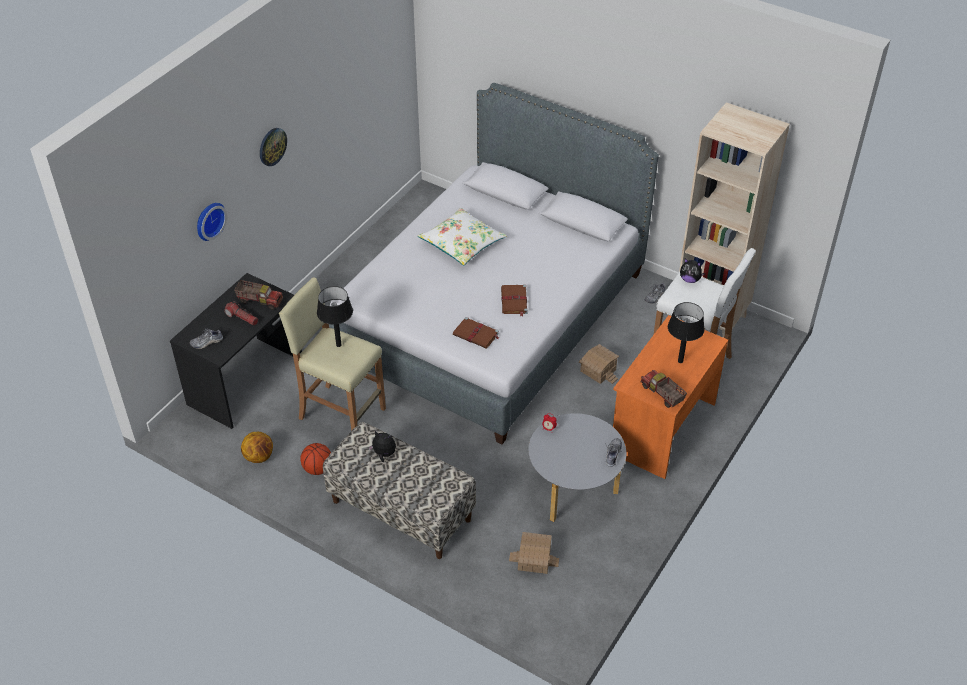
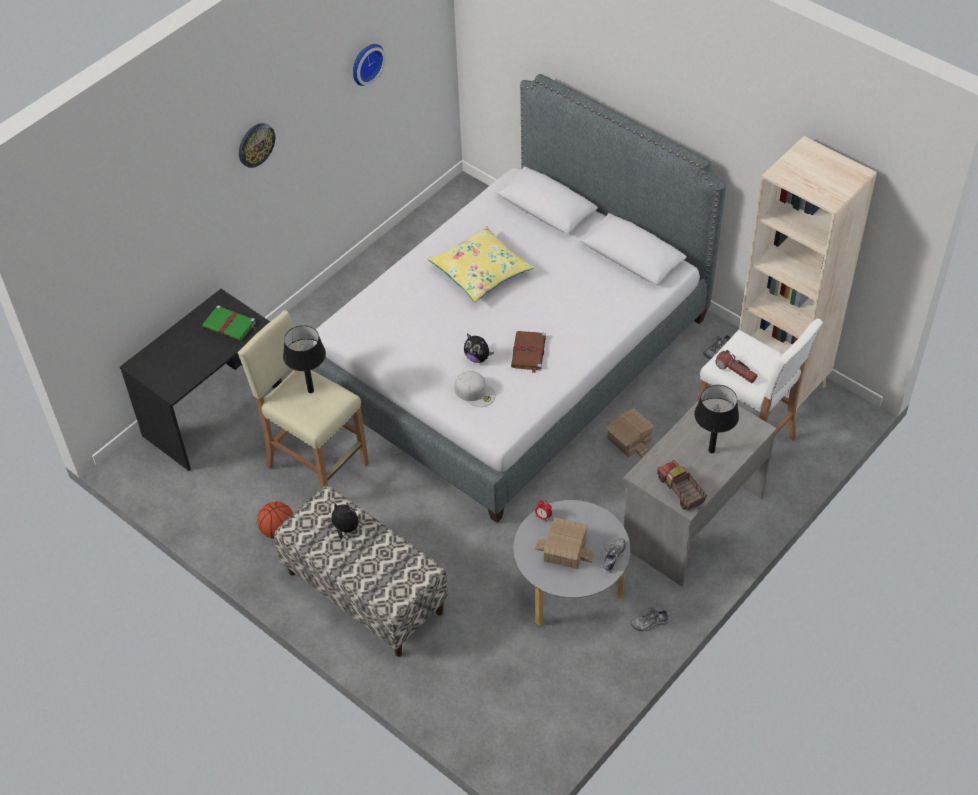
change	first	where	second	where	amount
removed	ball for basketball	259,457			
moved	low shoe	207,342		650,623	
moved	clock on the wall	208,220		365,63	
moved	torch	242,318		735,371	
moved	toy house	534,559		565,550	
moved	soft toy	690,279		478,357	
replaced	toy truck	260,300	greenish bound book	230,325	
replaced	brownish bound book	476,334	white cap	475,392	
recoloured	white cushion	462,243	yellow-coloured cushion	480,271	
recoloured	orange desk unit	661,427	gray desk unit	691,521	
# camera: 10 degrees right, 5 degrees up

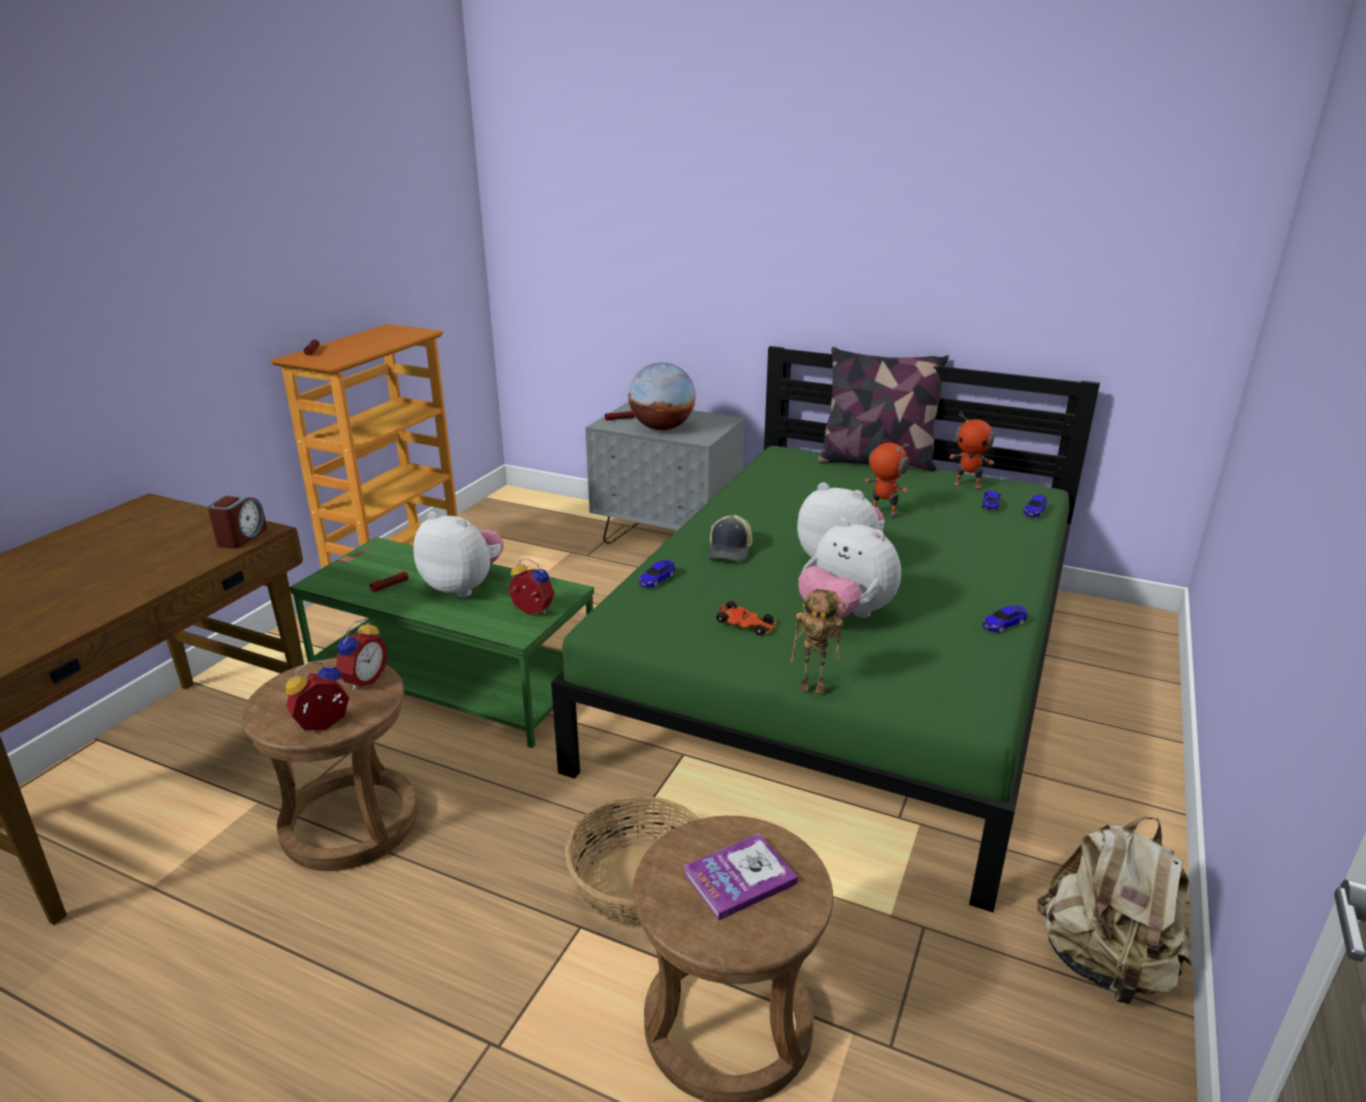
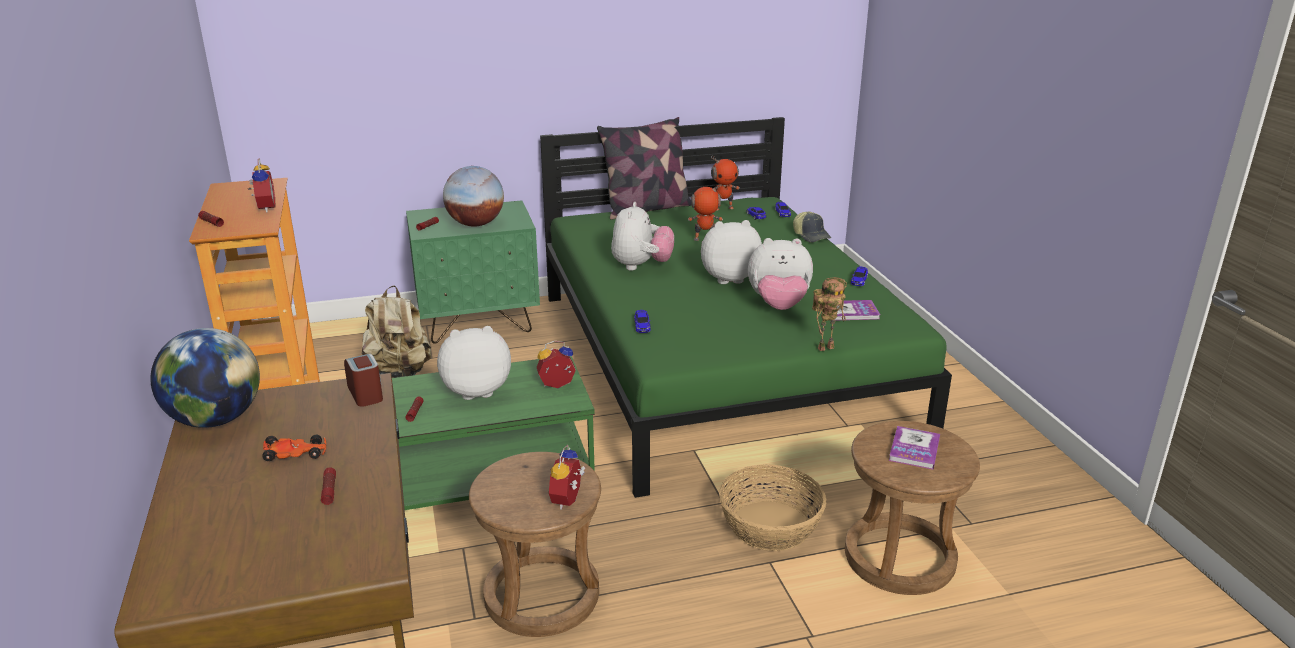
change	first	where	second	where	amount
added			globe	216,419	
added			torch	329,490	
added			soft toy	641,266	
added			bound book	852,312	
moved	alarm clock	362,680		264,208	
moved	cap	730,551		811,236	
moved	miniature car	746,625		296,454	
moved	beige backpack	1104,963		399,373	
recoloured	gray night table	667,539	greenish night table	479,324	
# camera: 40 degrees left, 0 degrees up

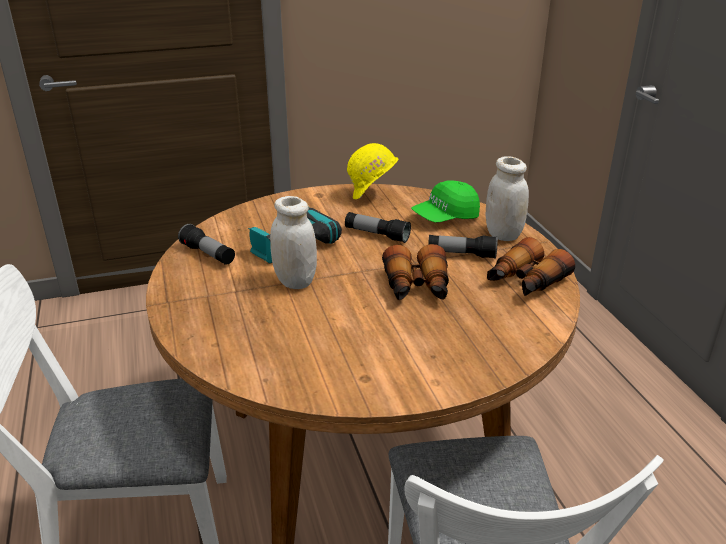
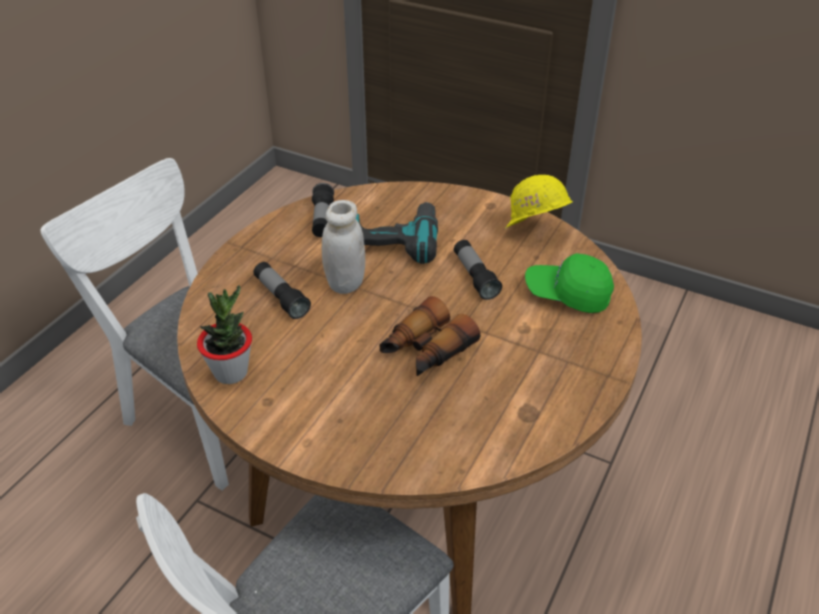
change	first	where	second	where	amount
removed	white jar	503,234			
removed	pair of binoculars	525,281			
added			houseplant	231,372	
moved	torch	461,254		281,297	
# camera: 45 degrees right, 10 degrees up

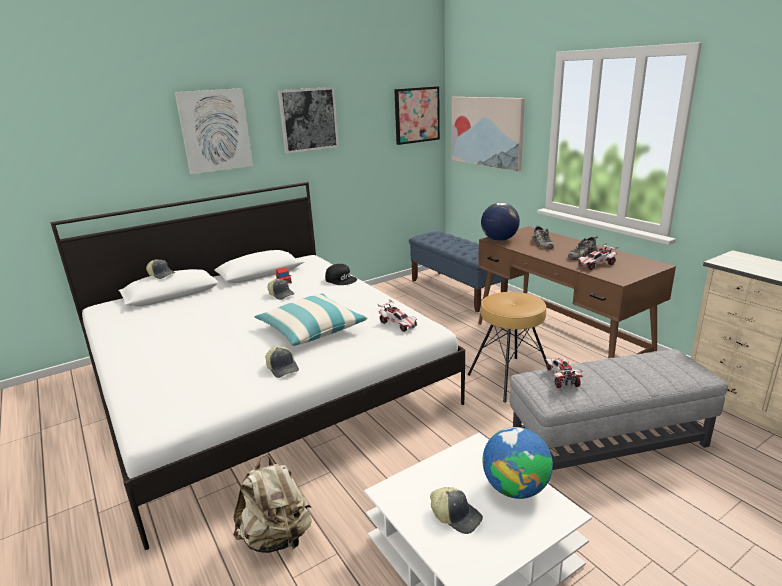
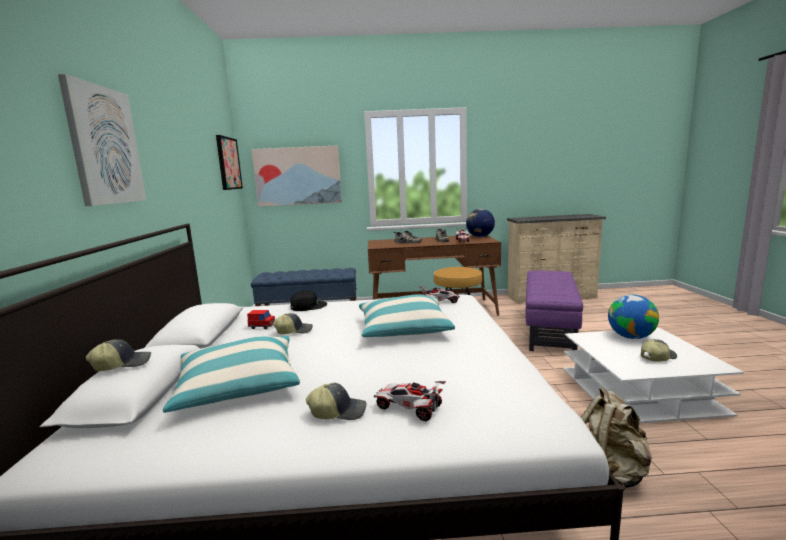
change	first	where	second	where	amount
removed	wall art	308,119			
added			cushion	238,385	
moved	cap	283,368		338,411	
moved	globe	499,239		480,236	
moved	miniature car	561,378		409,408	
recoloured	gray pouffe	608,442	purplish pouffe	550,329	
# camera: 60 degrees left, 10 degrees down

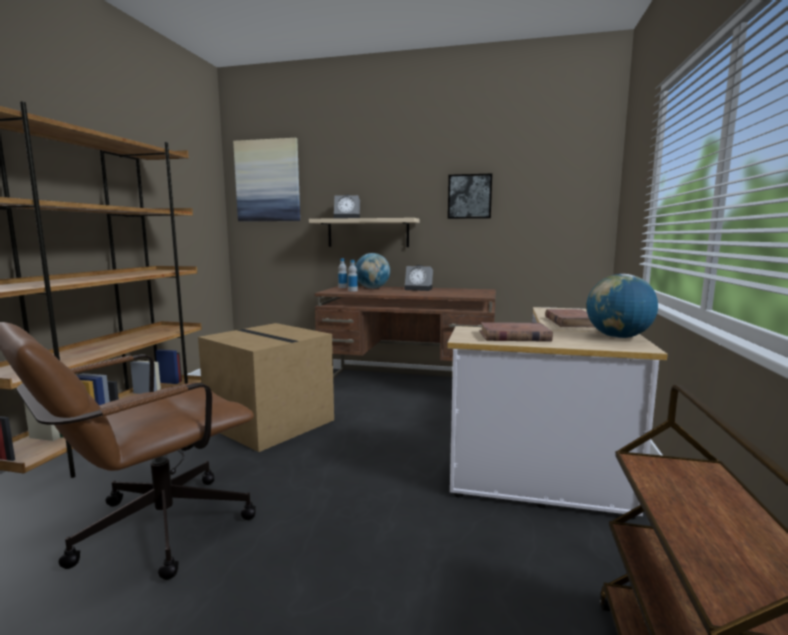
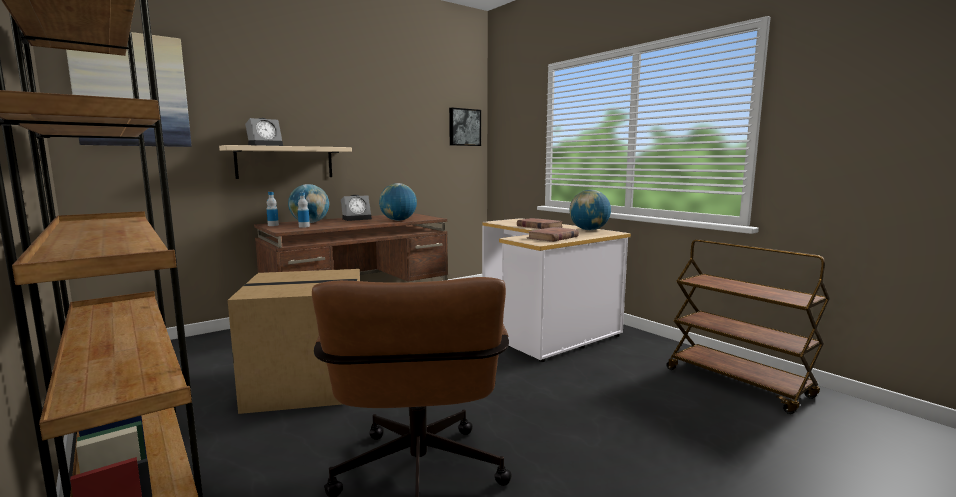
change	first	where	second	where	amount
added			globe	398,220	
moved	wall art	469,196		464,127	
# camera: 50 degrees left, 0 degrees up

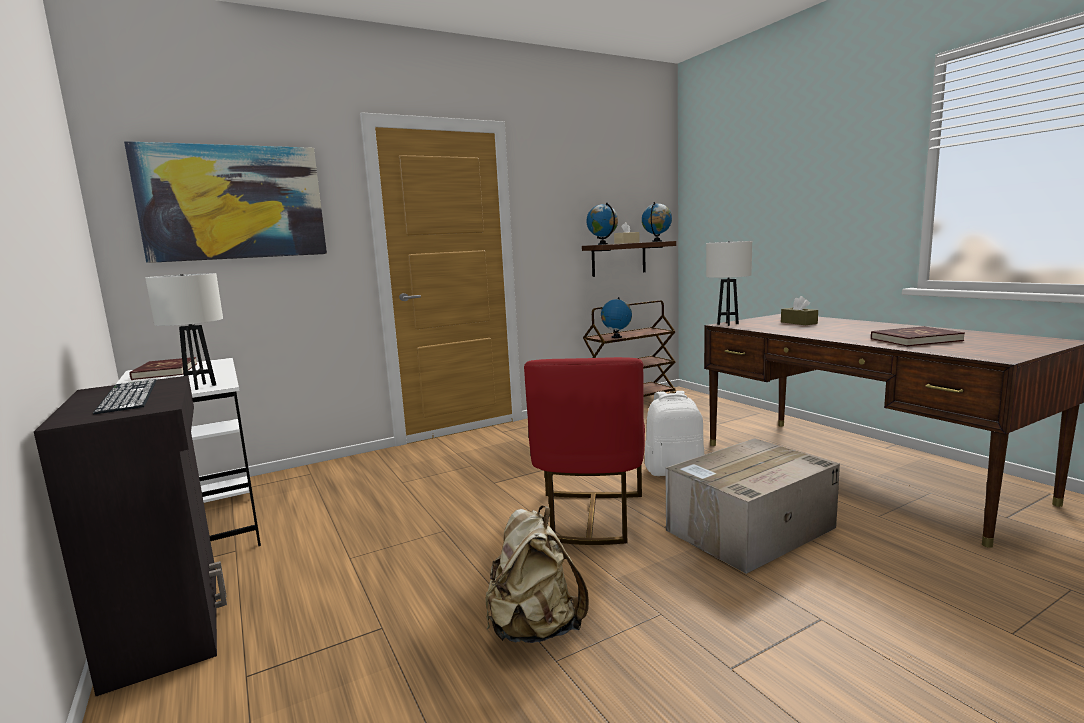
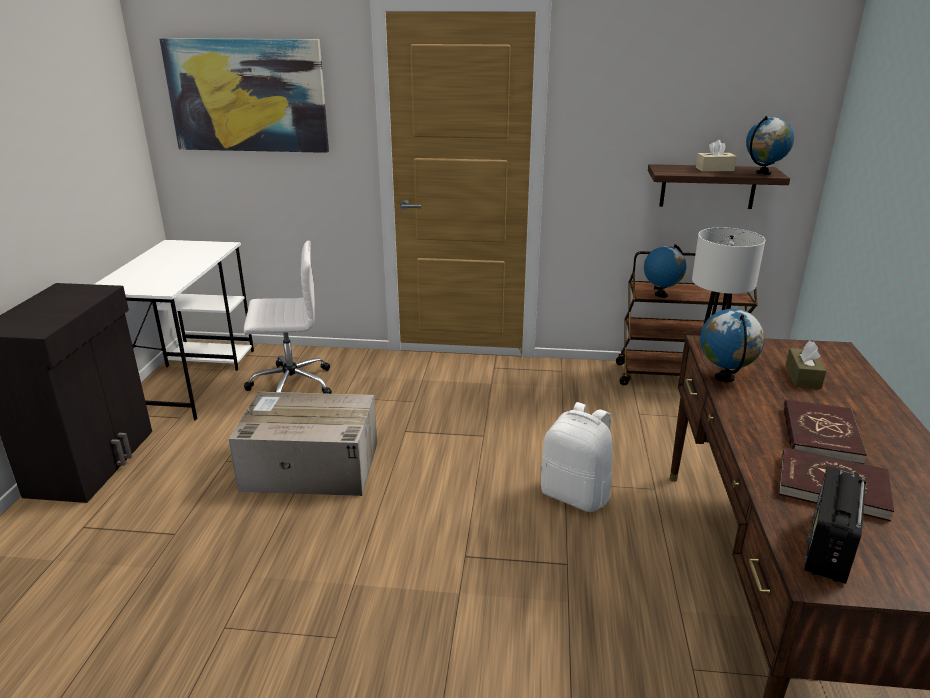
change	first	where	second	where	amount
removed	PC keyboard	128,395			
removed	white tabletop lamp	200,386			
removed	beige backpack	534,628			
removed	red-coloured upright chair	590,517			
added			white desk chair	290,385	
added			radio	828,548	
moved	red-coloured bound book	165,371		820,434	
moved	globe	603,244		724,378	
moved	cardboard box	749,530		309,466	
# camera: 35 degrees right, 15 degrees up

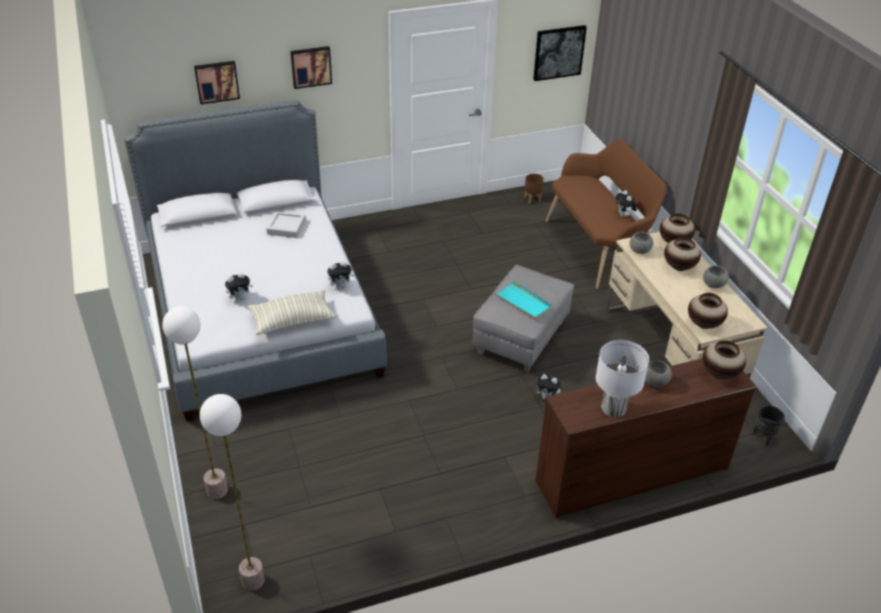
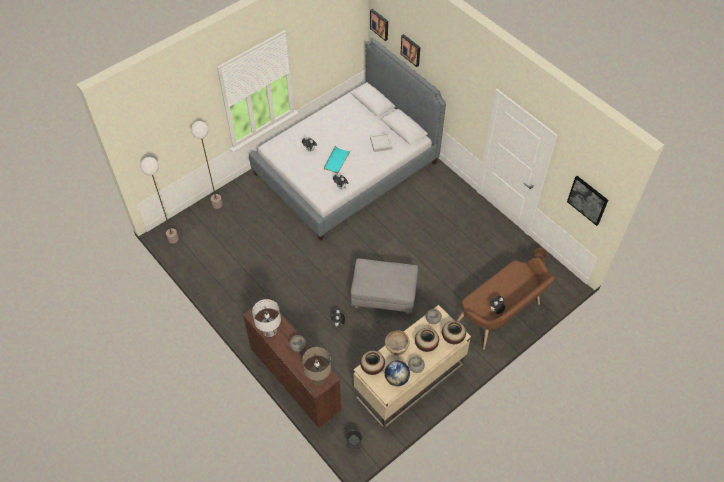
change	first	where	second	where	amount
removed	cushion	292,321			
added			beige bowl	396,347	
added			globe	396,378	
moved	wall art	311,66		380,24	
moved	turquoise serving tray	522,302		337,160	
replaced	flower vase	719,374	beige tabletop lamp	318,378	
# camera: 70 degrees right, 15 degrees up

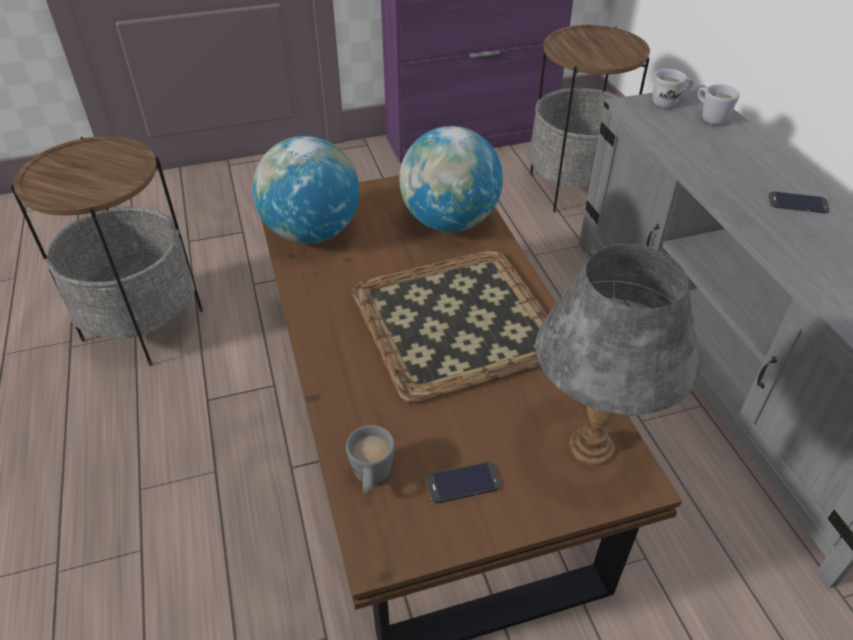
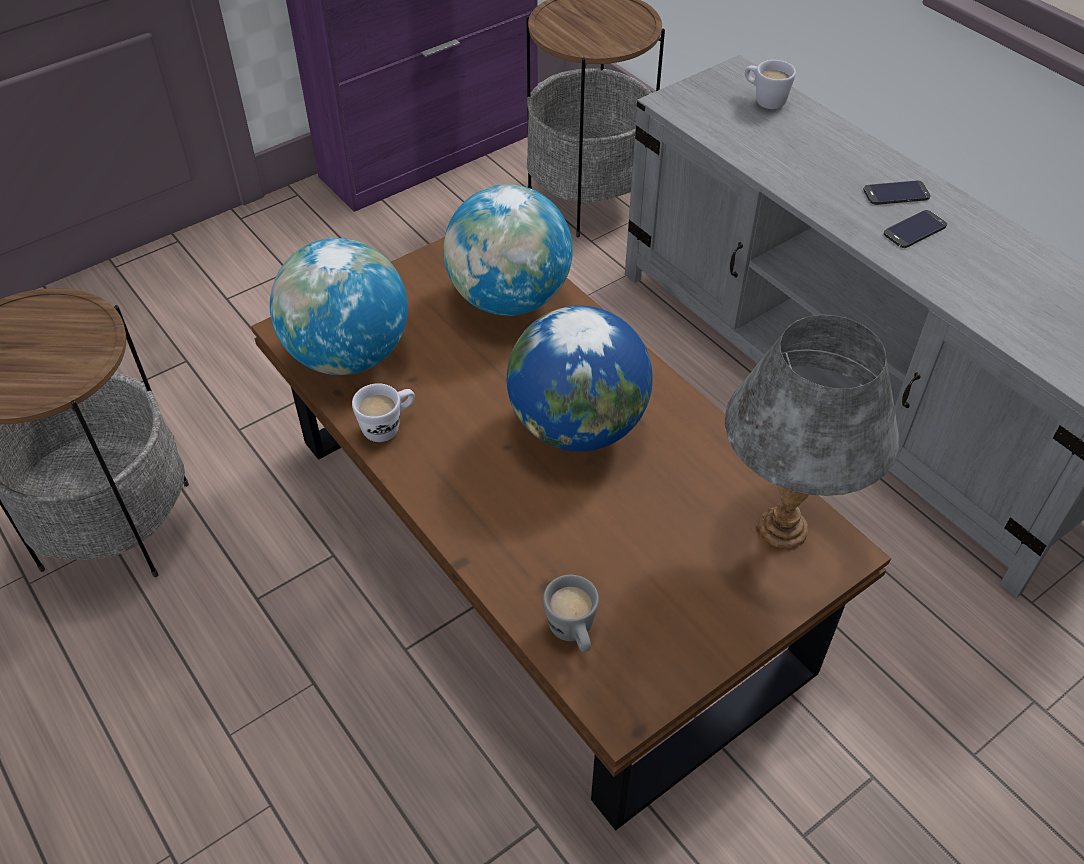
change	first	where	second	where	amount
moved	telephone	462,483		914,229	
moved	white mug	669,102		388,426	
replaced	serving tray	455,323	globe	577,427	
# camera: 20 degrees left, 5 degrees up

